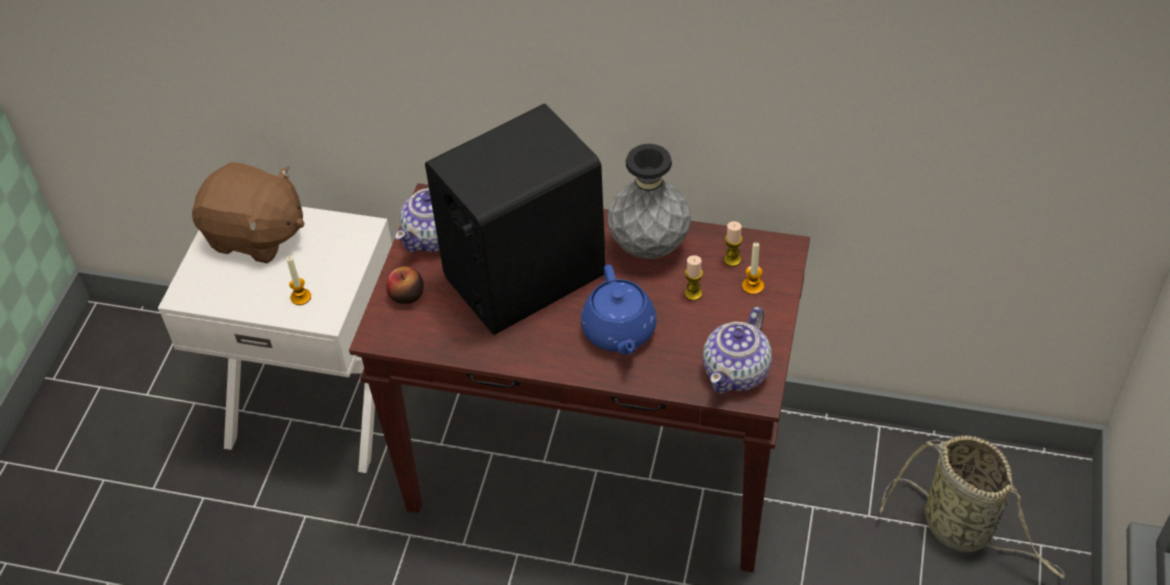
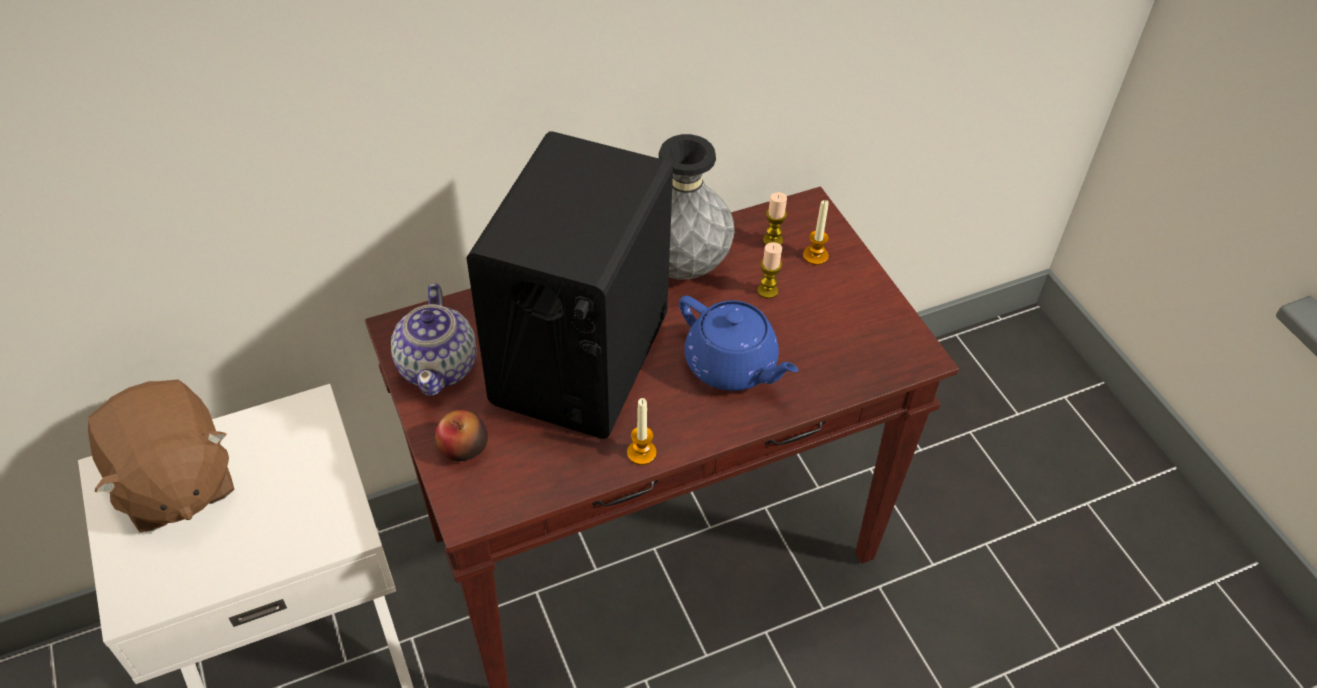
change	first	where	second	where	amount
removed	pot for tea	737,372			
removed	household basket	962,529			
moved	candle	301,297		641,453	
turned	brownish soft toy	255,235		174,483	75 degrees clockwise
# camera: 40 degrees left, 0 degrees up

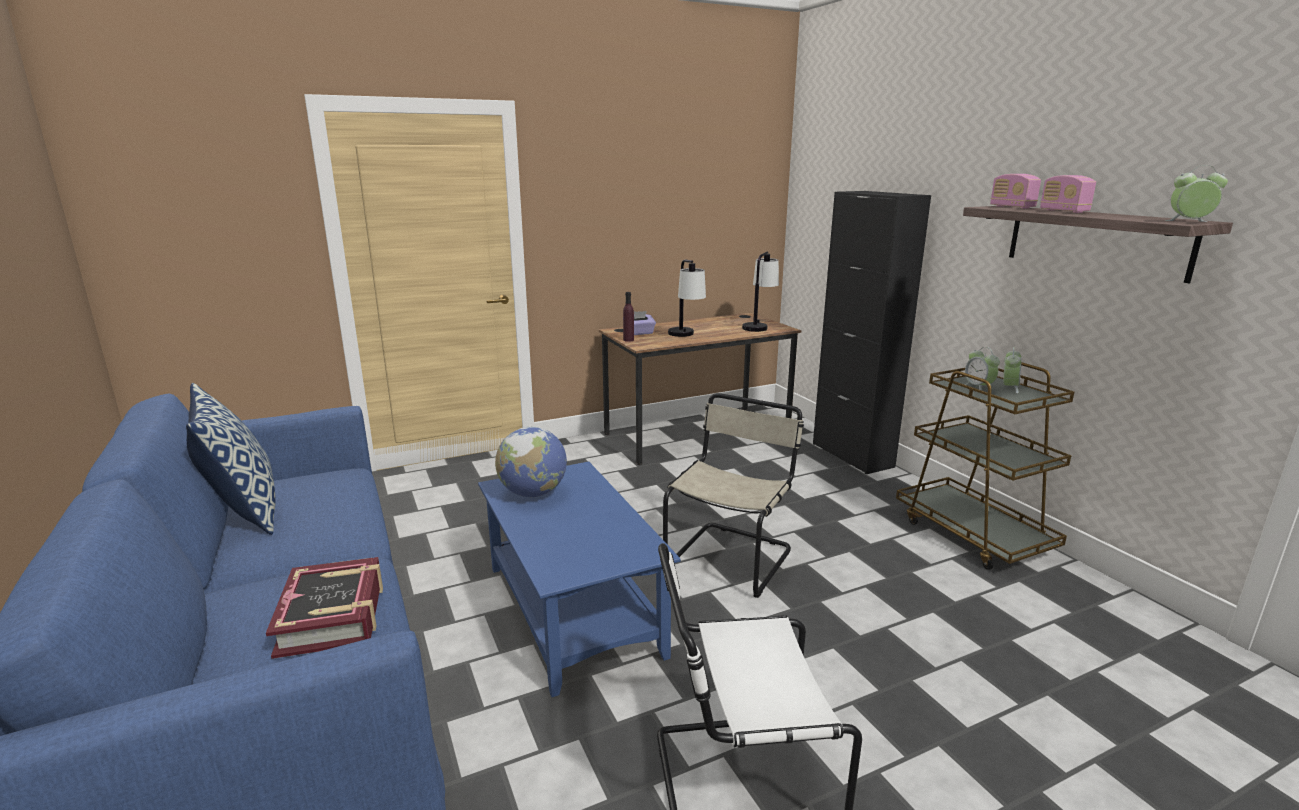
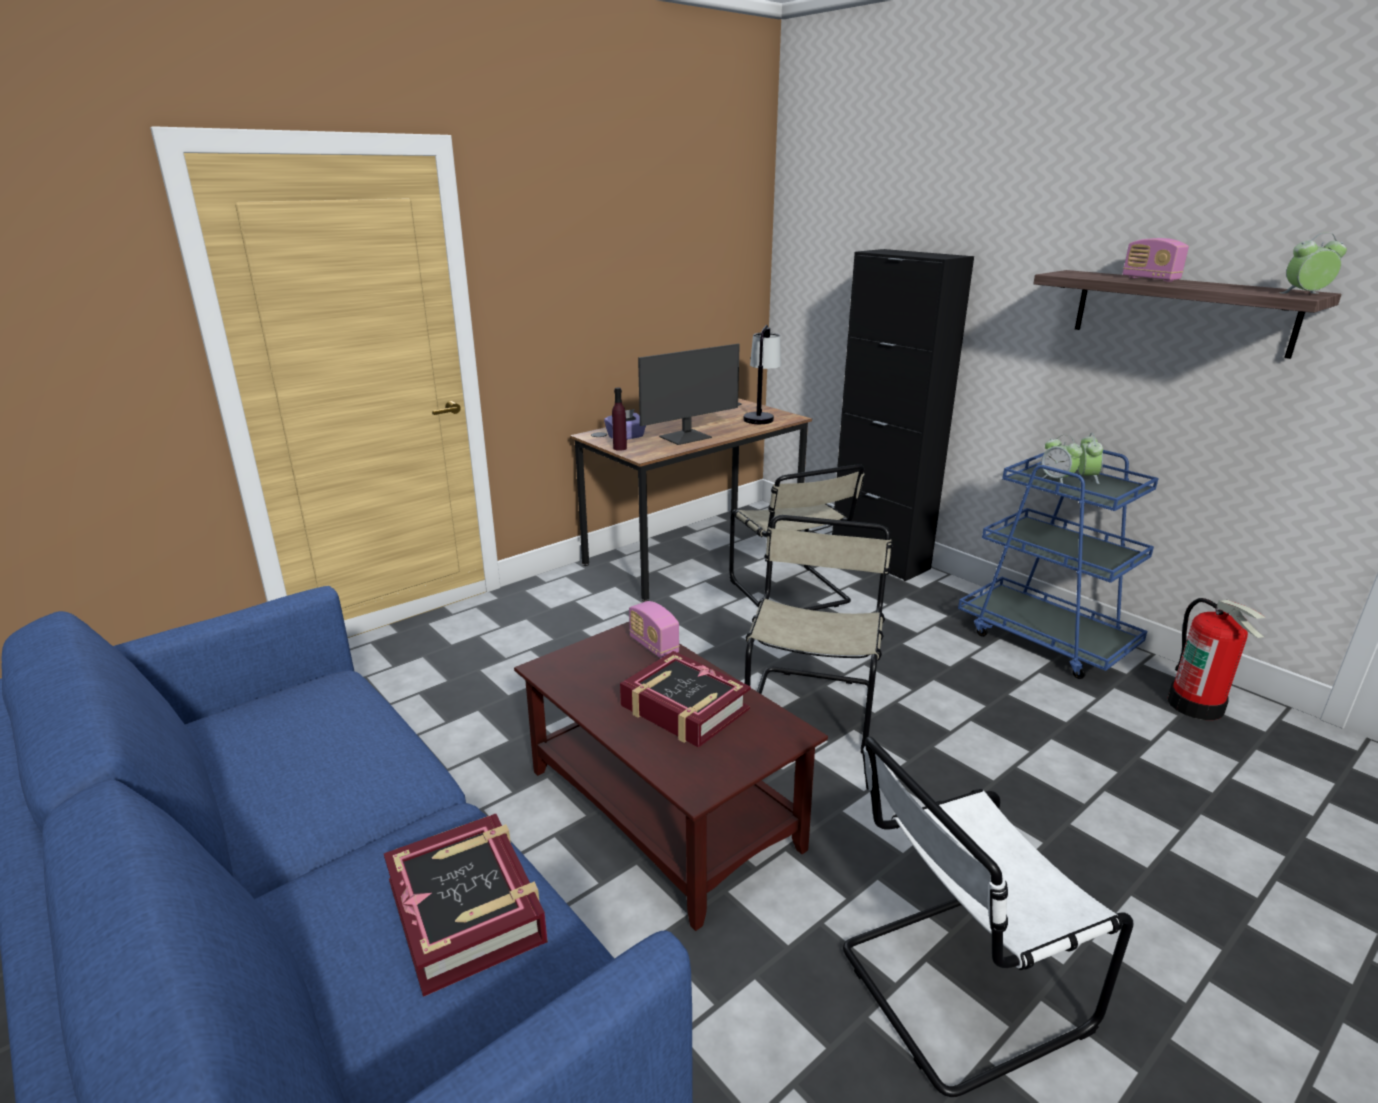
change	first	where	second	where	amount
removed	cushion	243,511			
removed	globe	533,493			
added			bound book	684,708	
added			beige upright chair	791,593	
added			fire-fighting cylinder	1196,705	
moved	radio	1012,207		654,646	
replaced	tabletop lamp	686,336	computer display	686,437	
recoloured	blue coffee table	571,609	brownish coffee table	660,808	
recoloured	brownish trolley	973,534	blue trolley	1045,639	
# camera: 15 degrees left, 5 degrees up

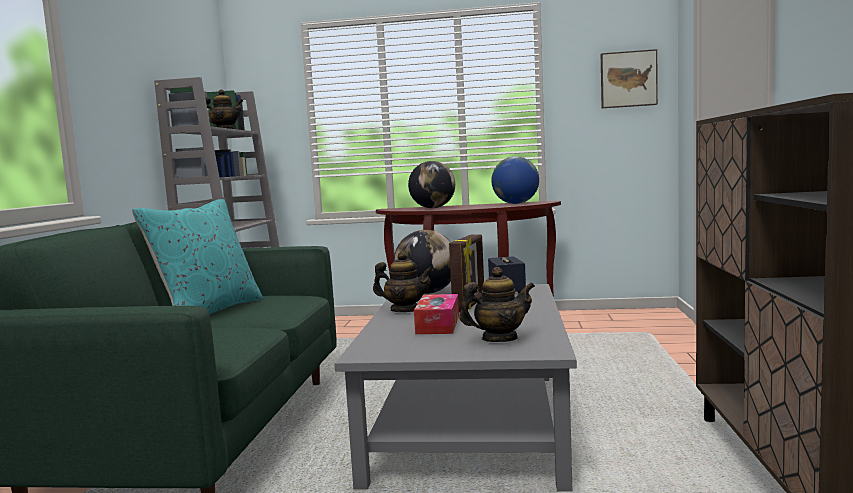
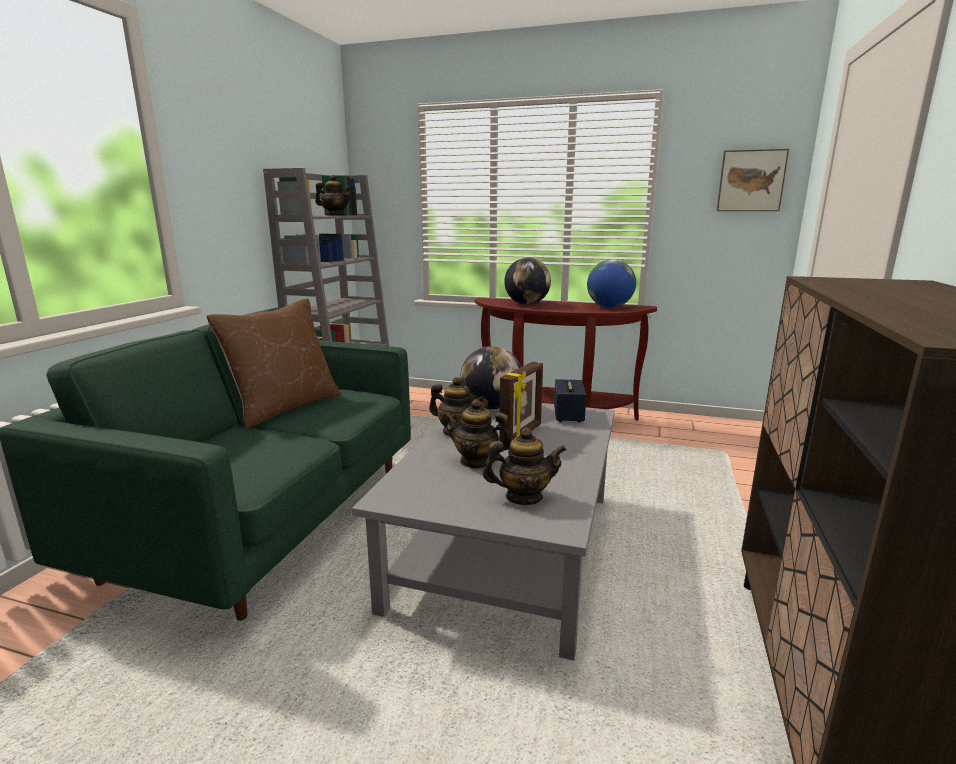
change	first	where	second	where	amount
replaced	box of tissues	438,324	pot for tea	476,461	
recoloured	turquoise cushion	208,311	brownish cushion	285,407	
# camera: 10 degrees right, 10 degrees up

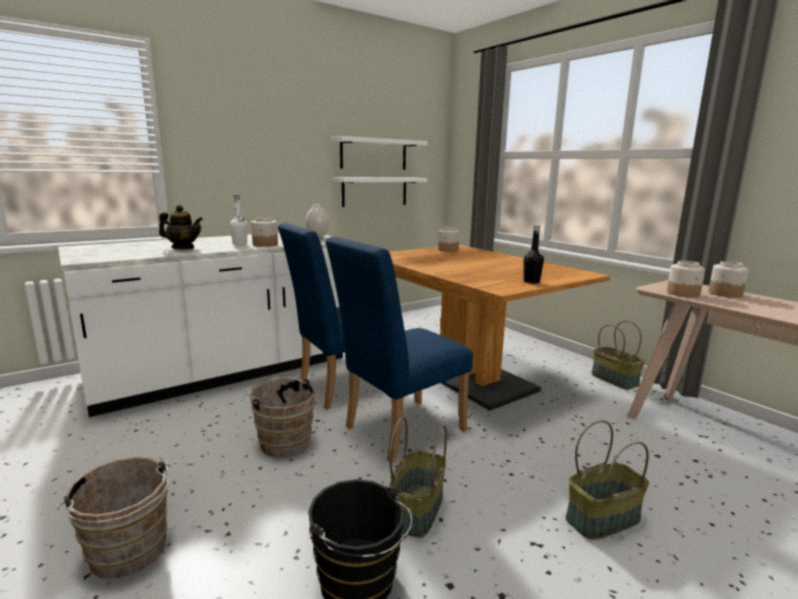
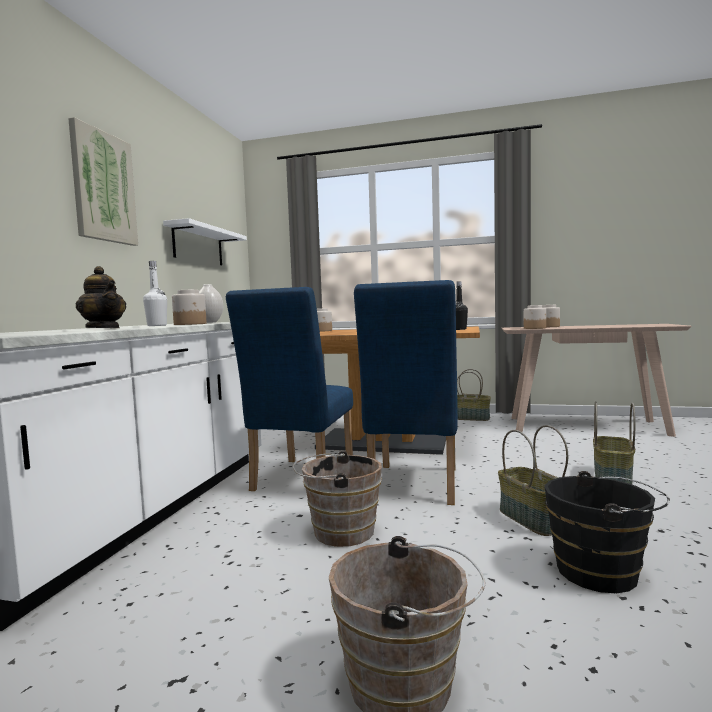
change	first	where	second	where	amount
removed	white shelf	375,191			
added			wall art	103,187	
turned	pot for tea	183,248		103,328	75 degrees clockwise
# camera: 40 degrees left, 10 degrees down

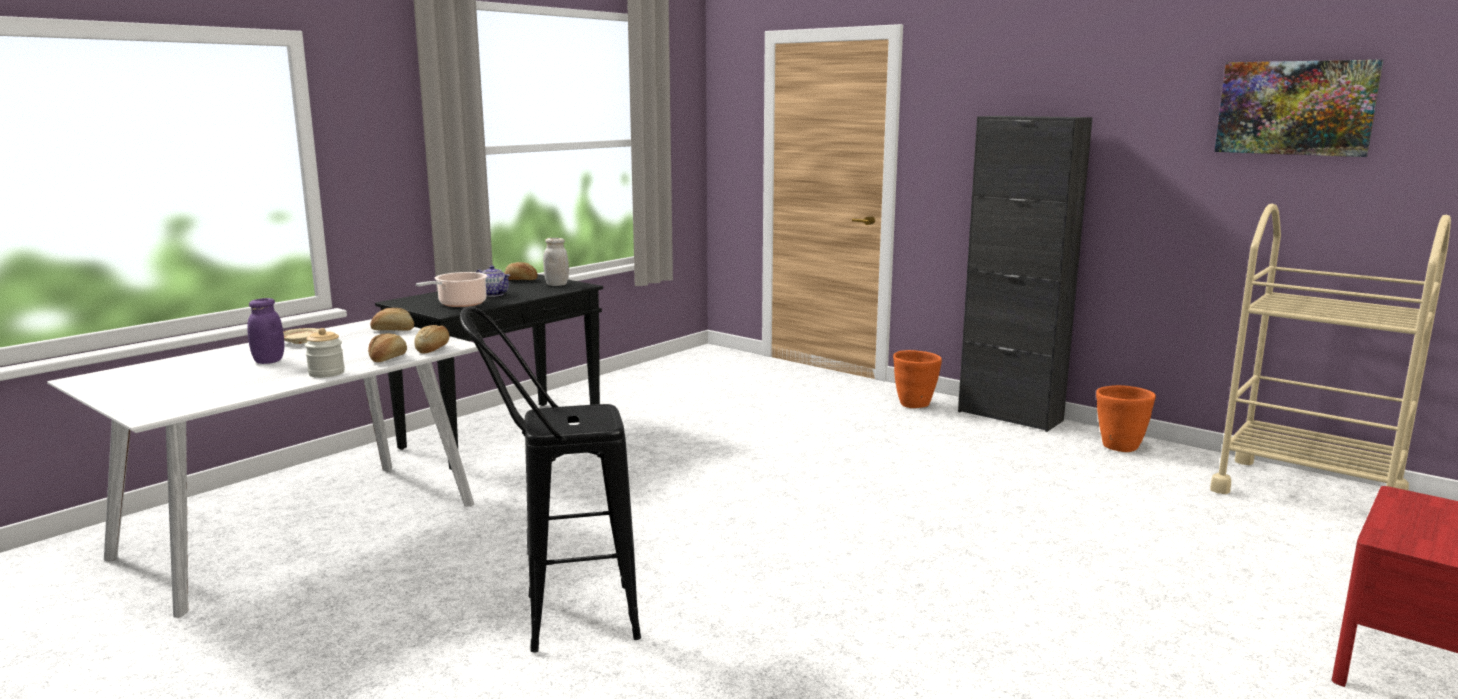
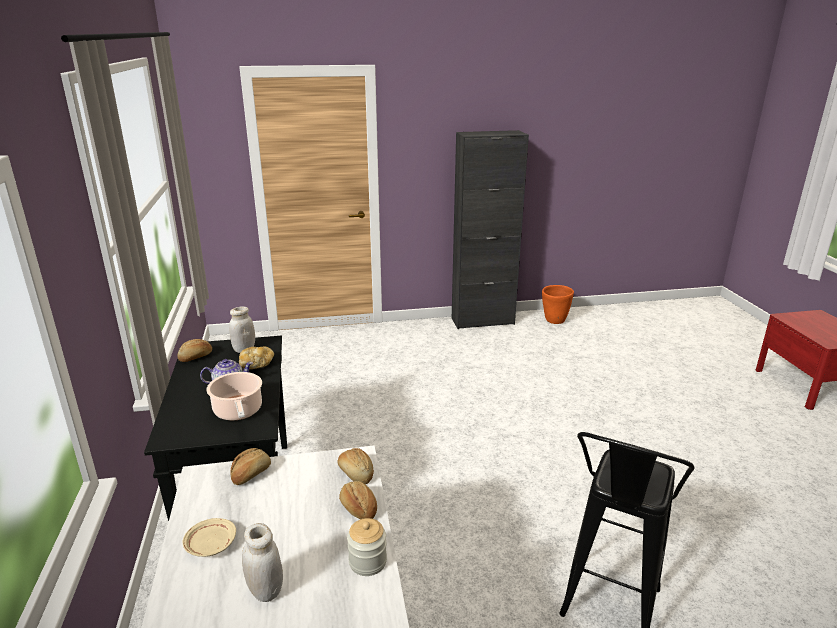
change	first	where	second	where	amount
removed	orange flower pot	915,405			
removed	beige trolley	1307,493			
removed	wall art	1295,108			
added			bakery bread	256,365	
recoloured	purplish jar	269,361	white jar	265,590	
# camera: 50 degrees left, 10 degrees up

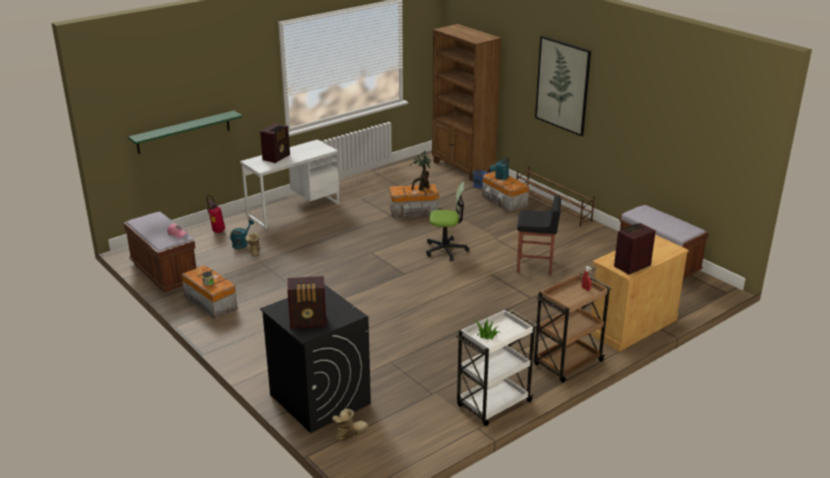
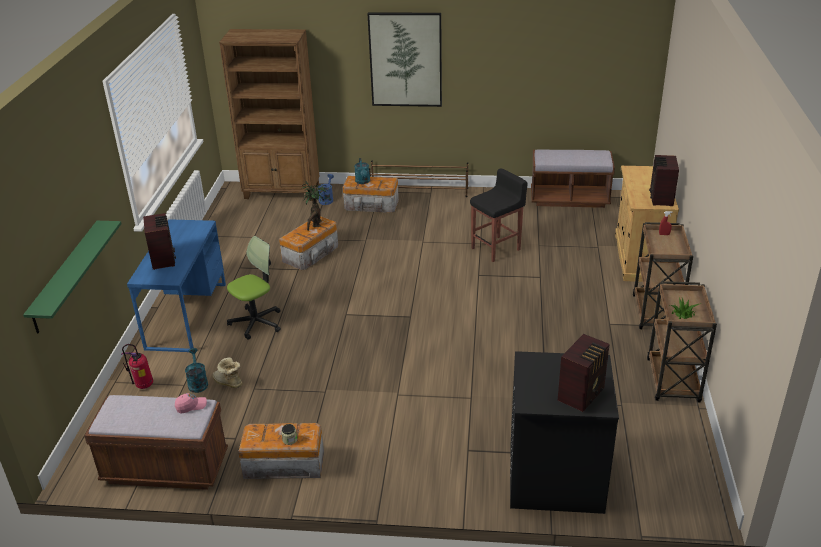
change	first	where	second	where	amount
removed	tall boot	349,433			
moved	desk chair	446,250		256,322	
recoloured	white desk unit	293,209	blue desk unit	187,315	
recoloured	white trolley	493,404	brownish trolley	673,382	
# camera: 45 degrees left, 5 degrees up

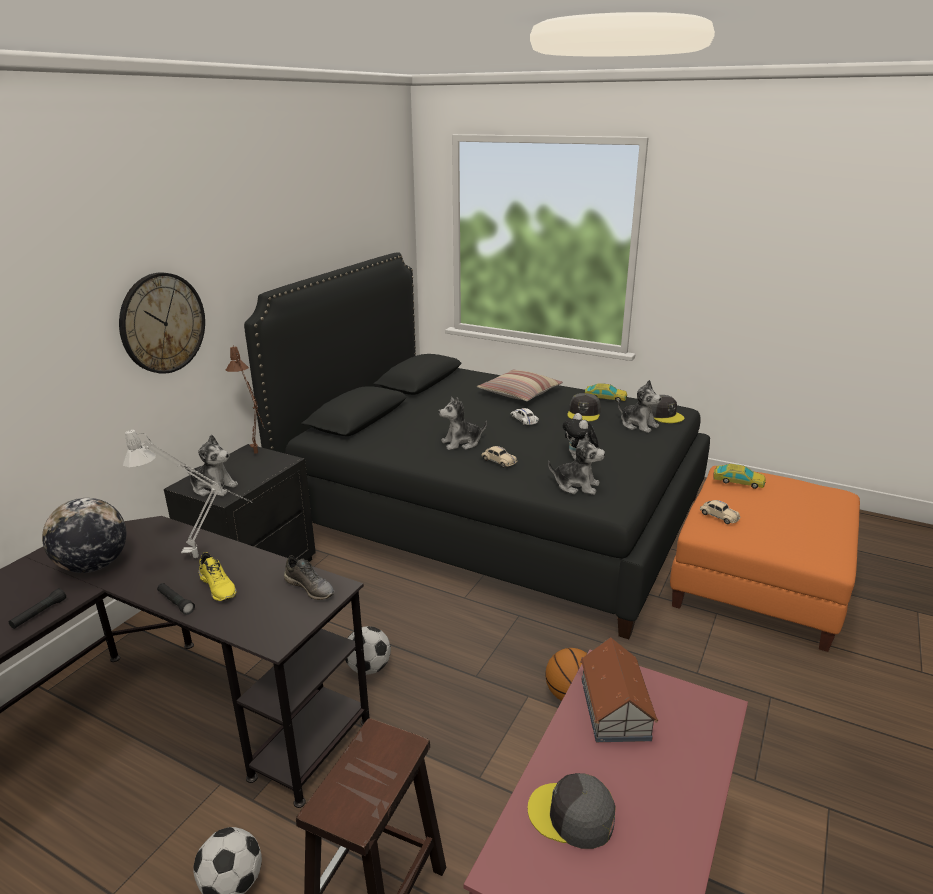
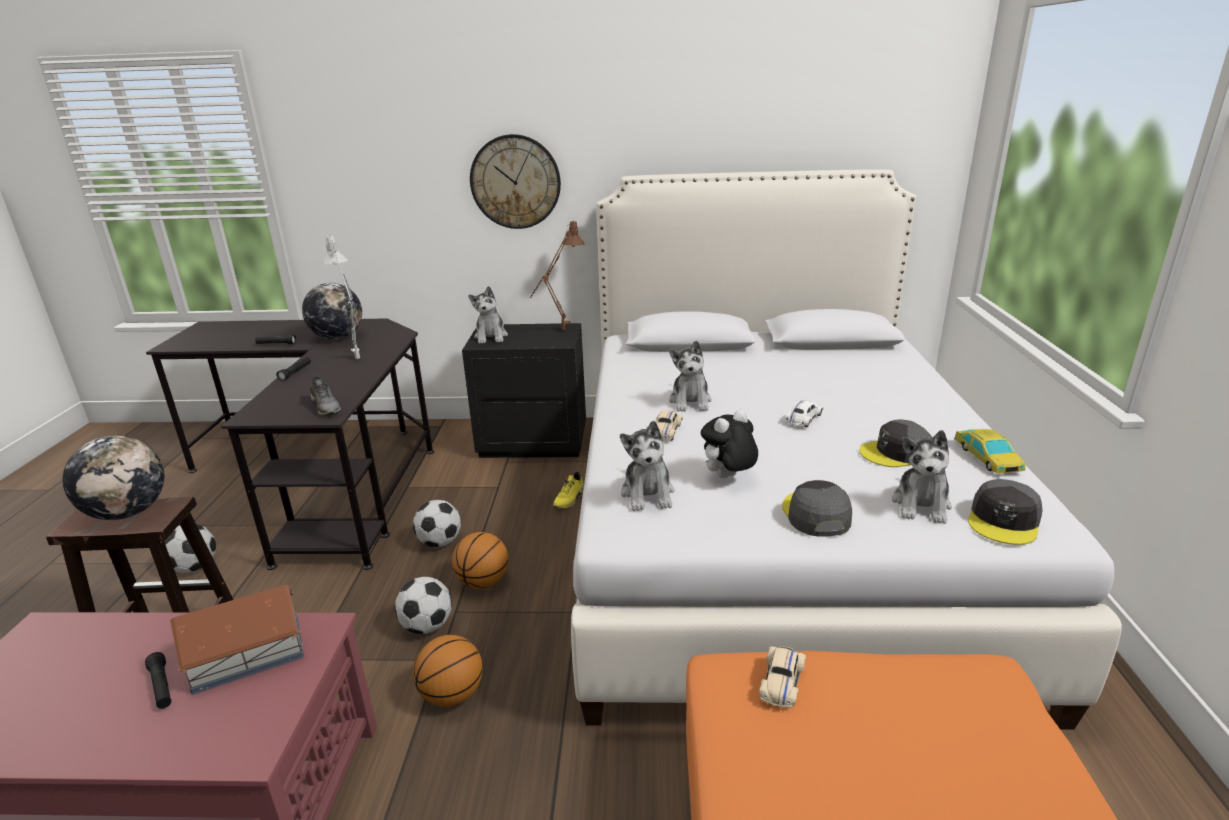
change	first	where	second	where	amount
removed	cushion	519,393			
removed	miniature car	738,481			
added			globe	128,512	
added			blackish torch	161,686	
added			football	427,626	
added			ball for basketball	483,582	
moved	yellow-coloured low shoe	219,587		570,499	
moved	gray cap	572,815		815,514	
recoloured	blackish bed	492,513	white bed	770,529	
turned	gray low shoe	310,587		327,407	45 degrees counterclockwise
turned	soft toy	461,443		690,401	135 degrees counterclockwise
# camera: 65 degrees right, 0 degrees up

